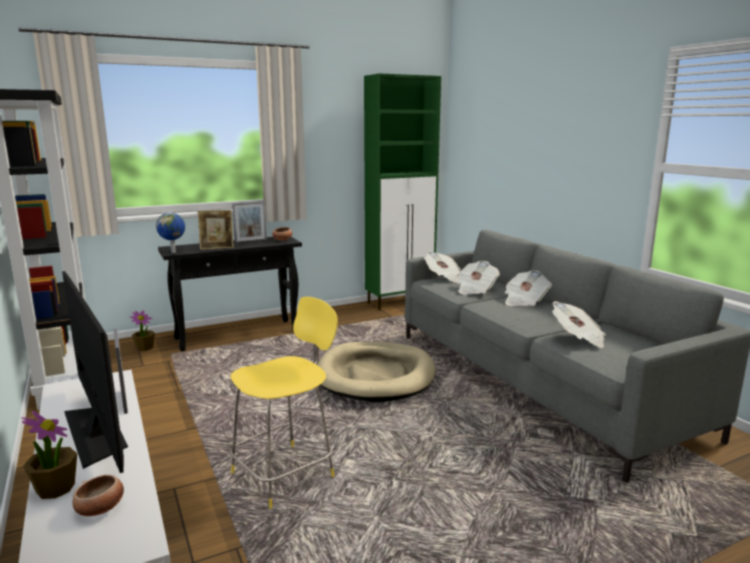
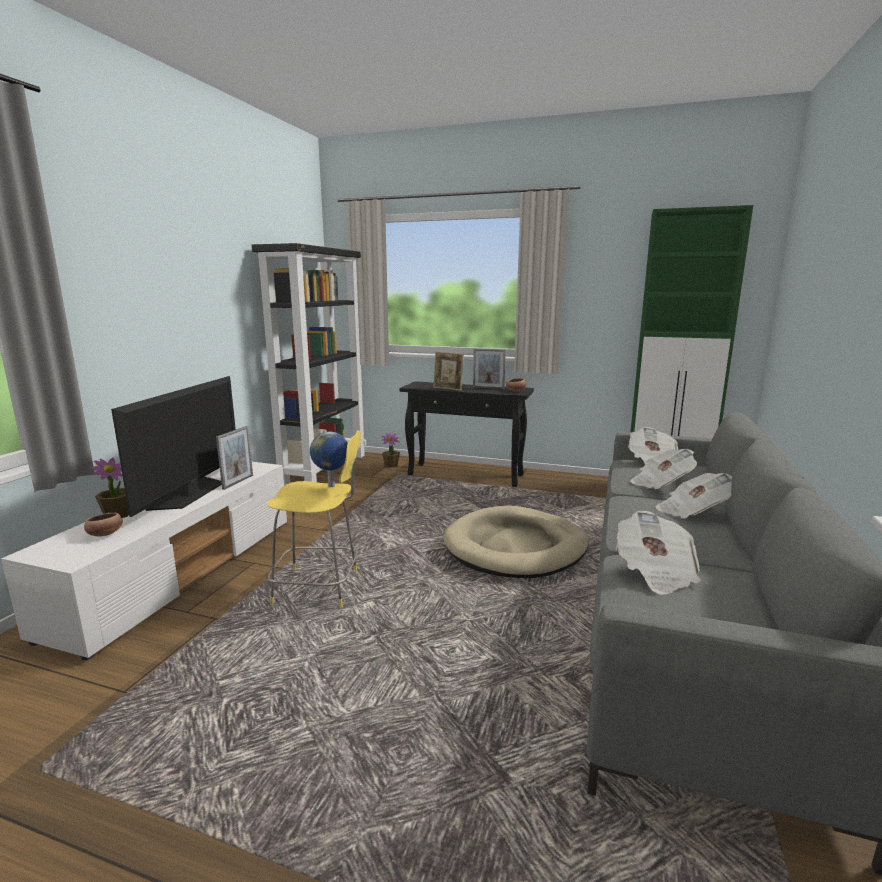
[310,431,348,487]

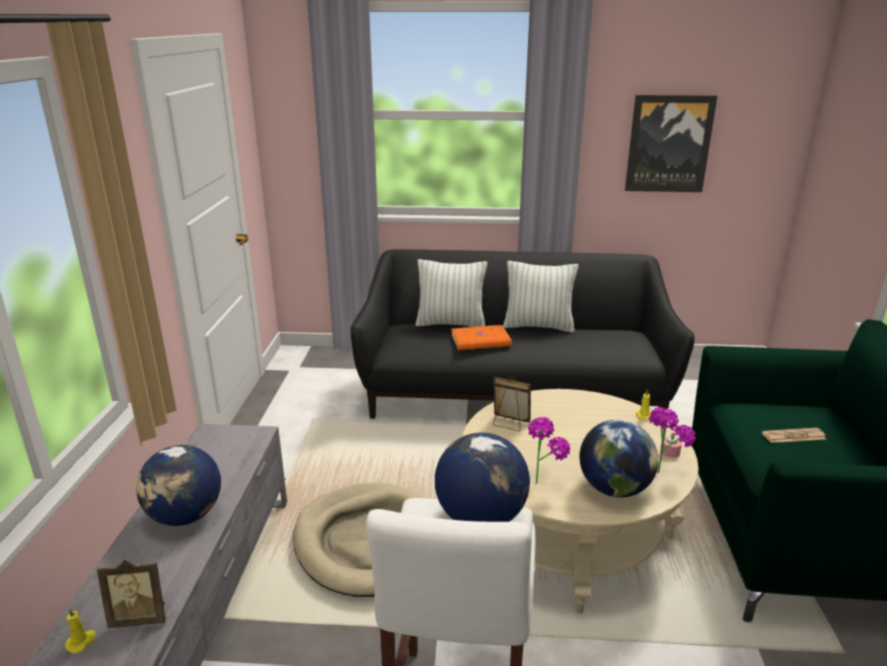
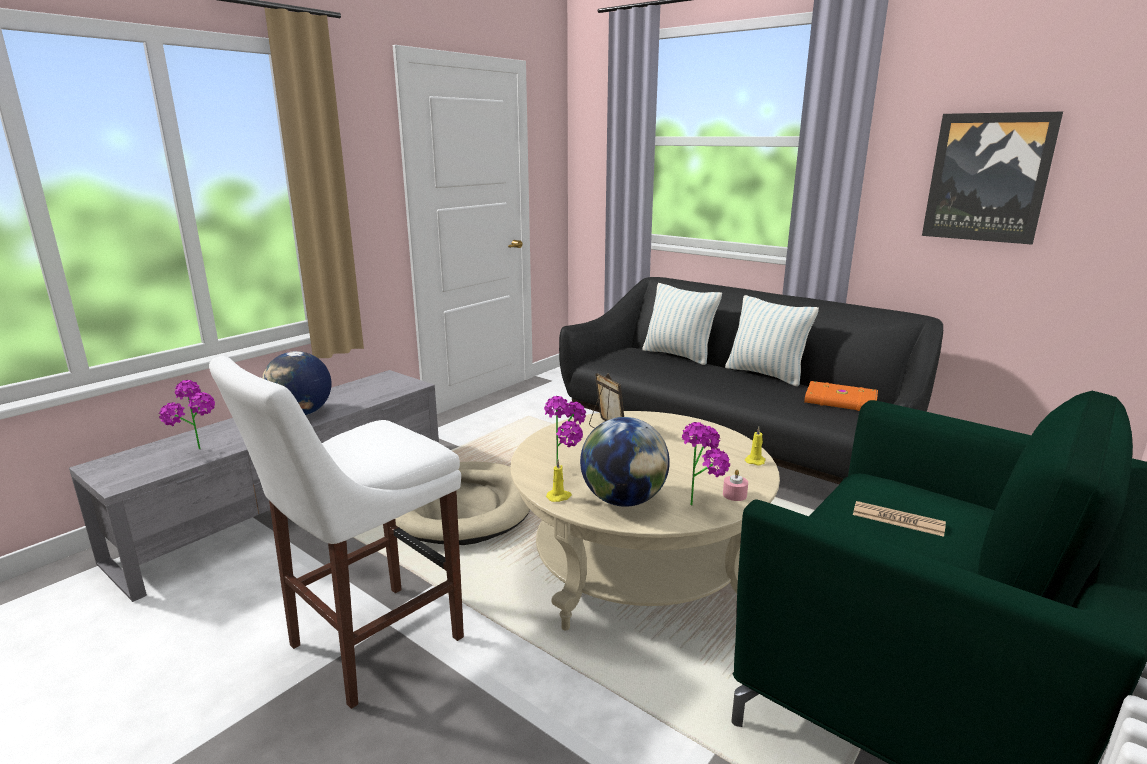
[804,381,878,411]
[435,433,530,522] (first image)
[159,380,215,449]
[546,459,572,502]

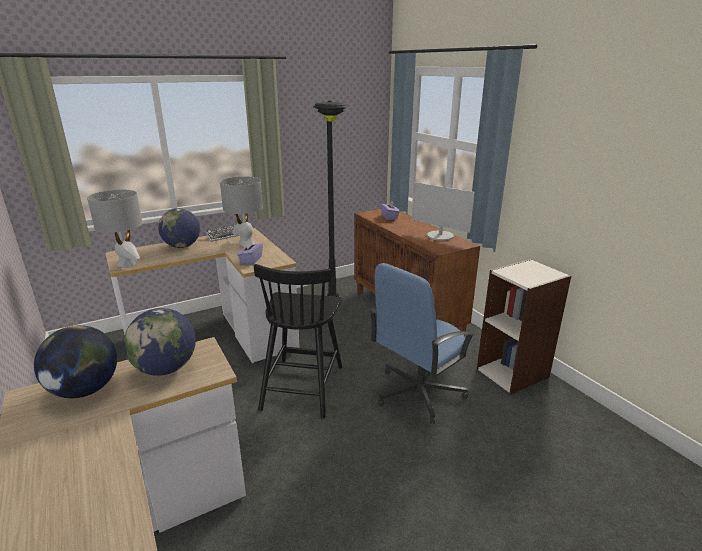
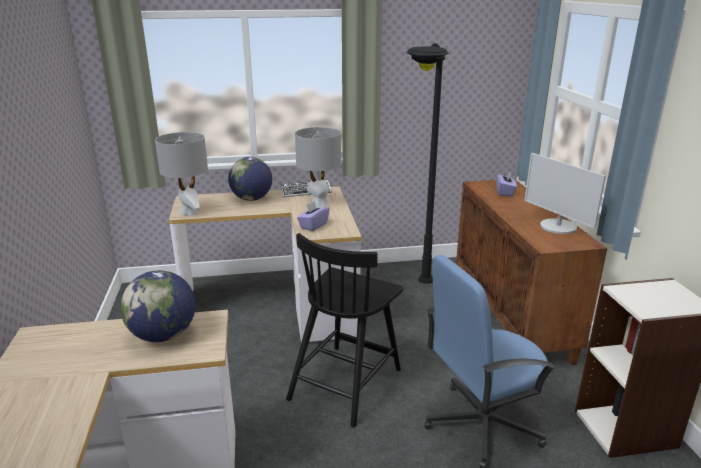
[34,325,117,398] (first image)

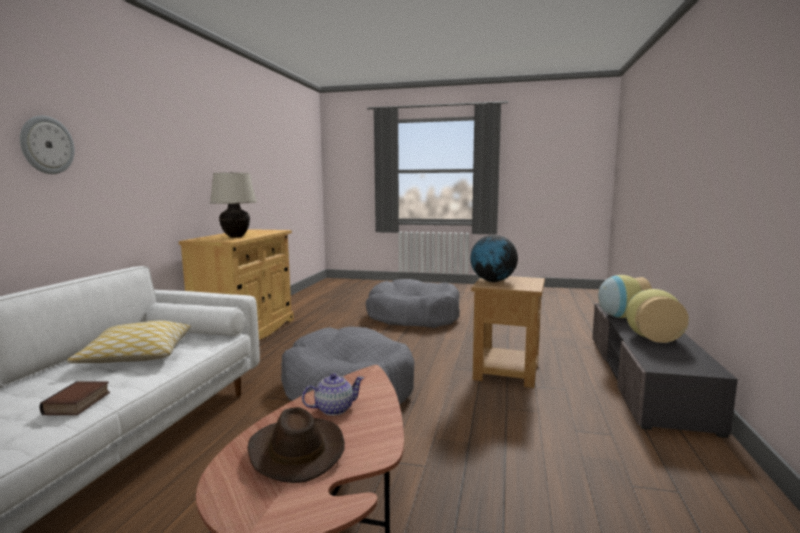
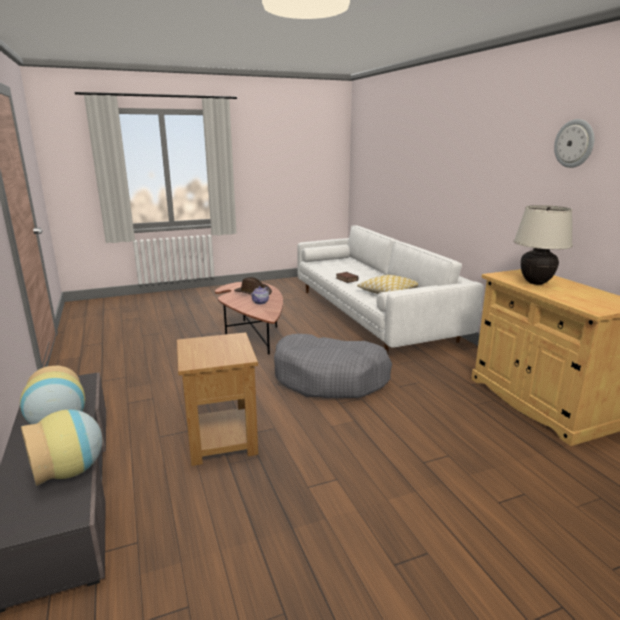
[554,119,594,168]
[470,235,518,282] (first image)
[366,279,460,328] (first image)

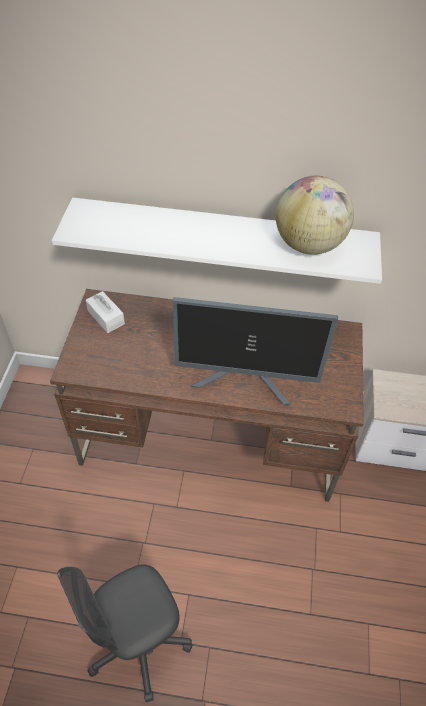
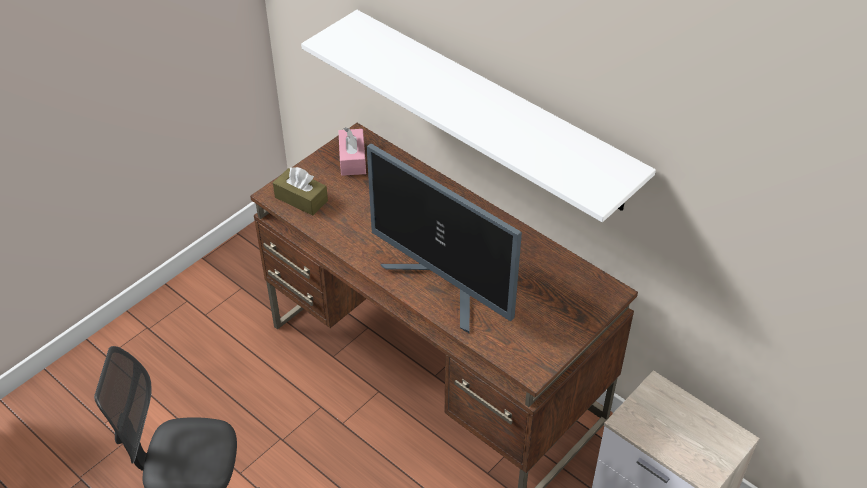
[276,176,354,255] (first image)
[338,127,366,176]
[273,167,328,216]

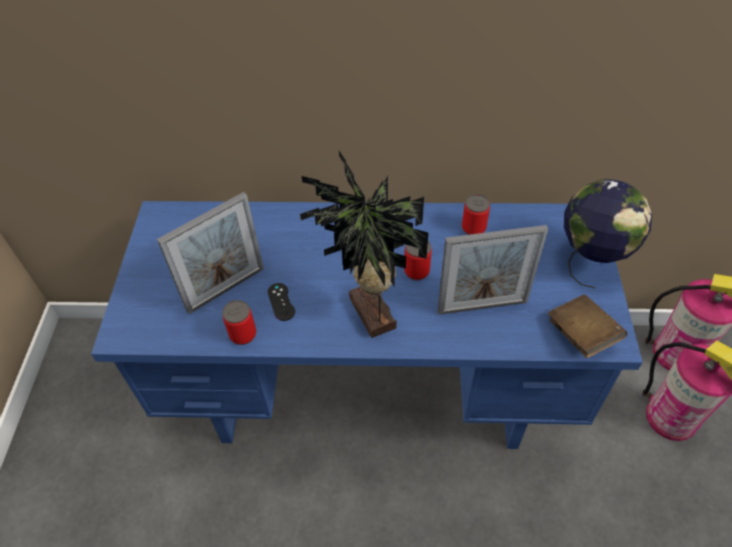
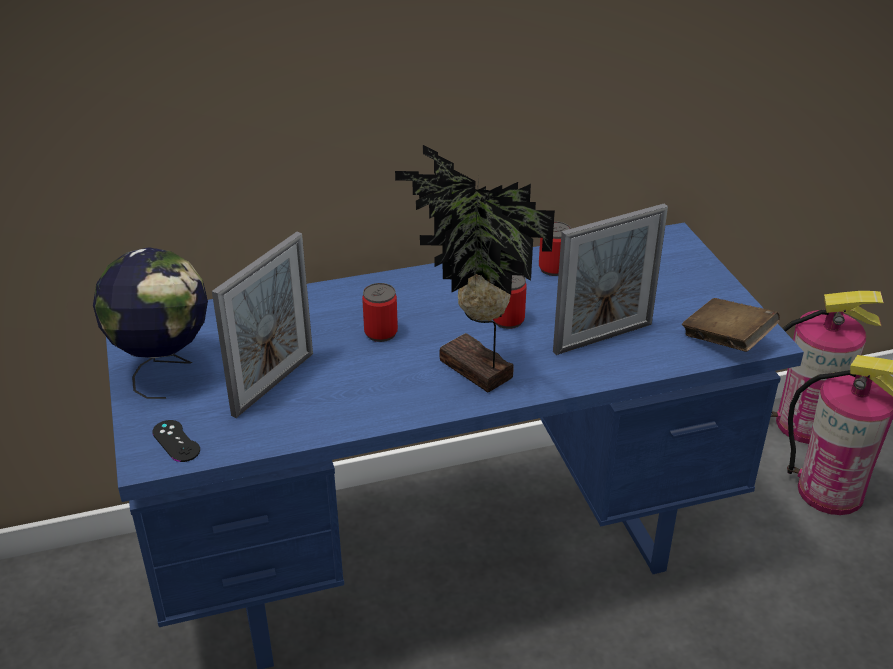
[93,247,208,399]
[152,420,200,462]
[362,283,398,342]

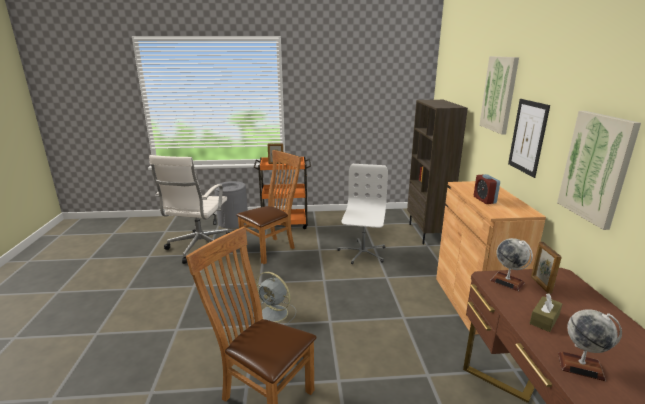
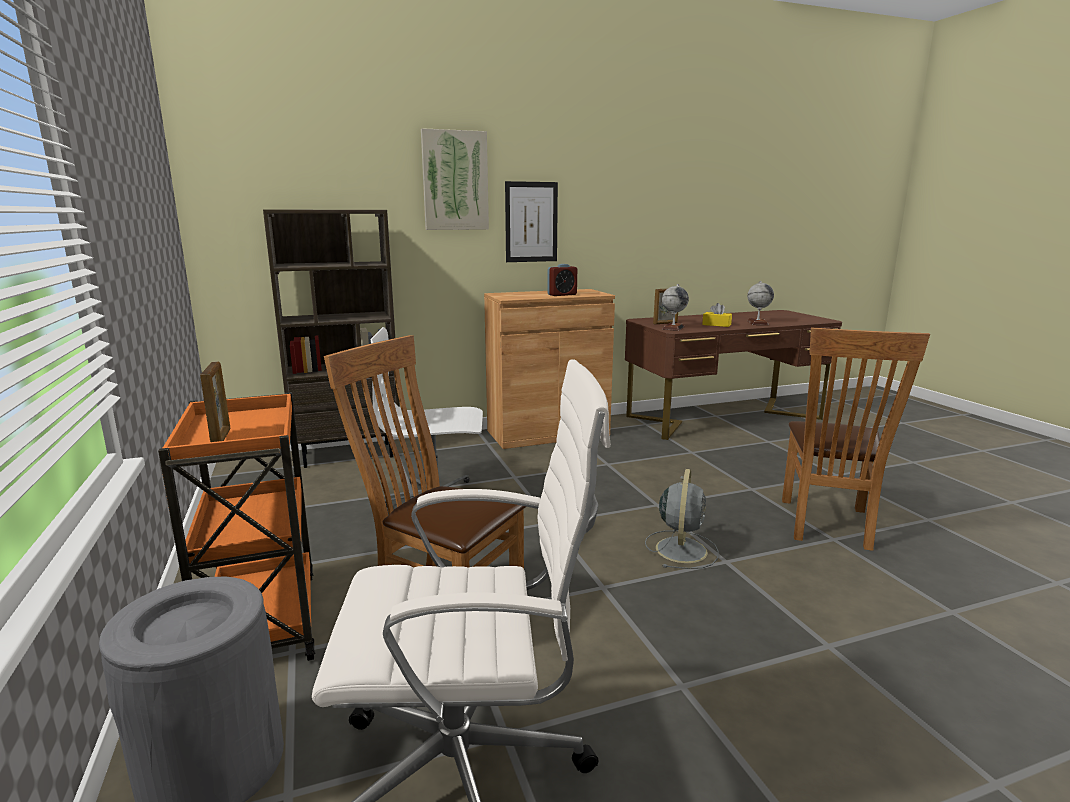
[557,111,641,230] (first image)
[702,303,732,327]

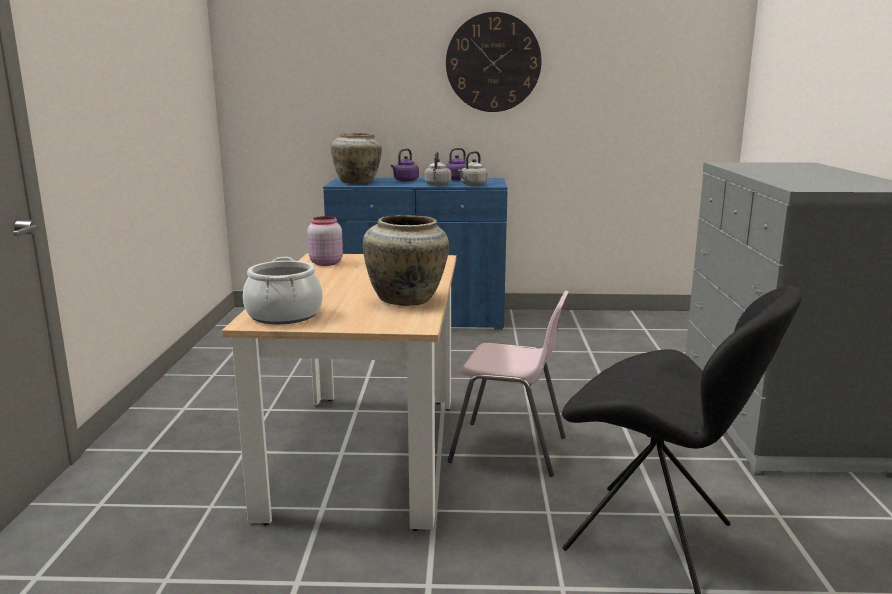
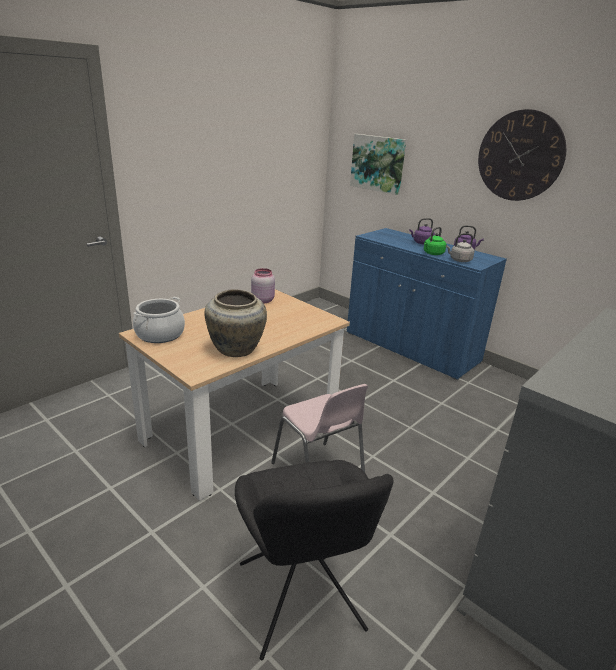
[331,133,382,184] (first image)
[424,227,446,255]
[350,134,406,195]

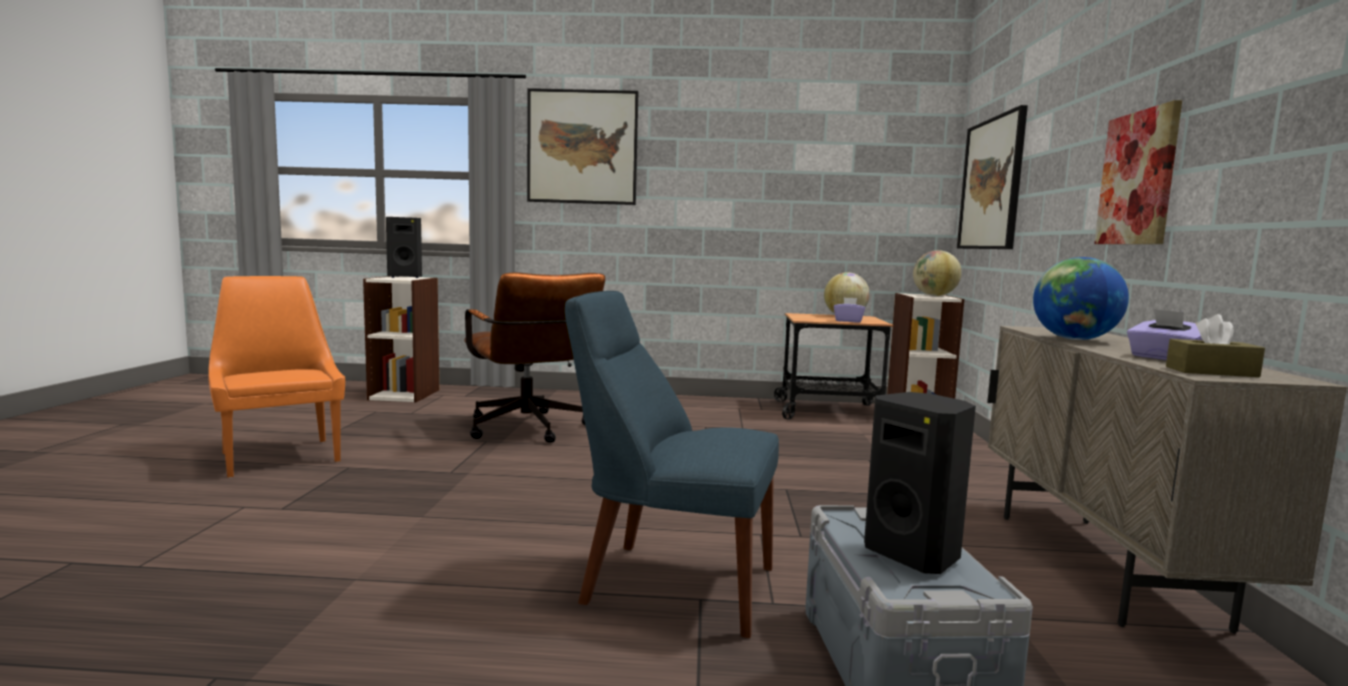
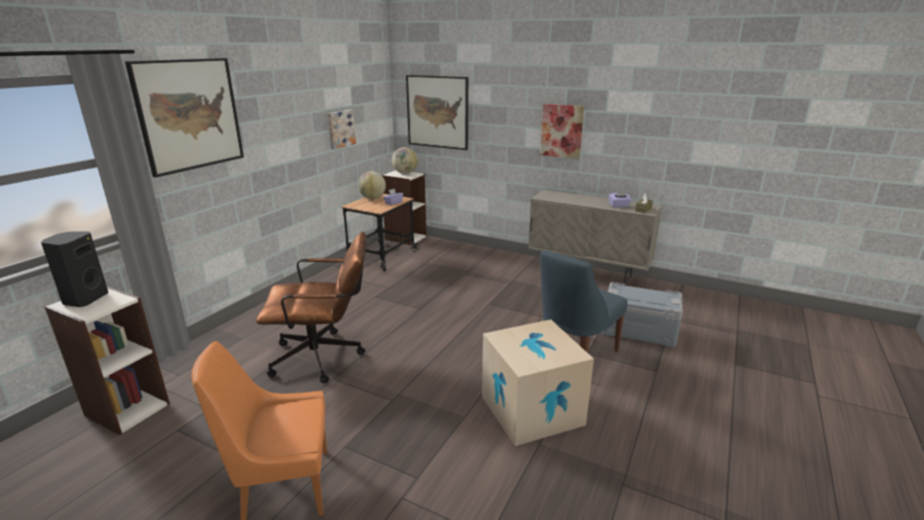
[1033,257,1129,340] (first image)
[864,392,976,574] (first image)
[328,109,356,149]
[482,320,594,446]

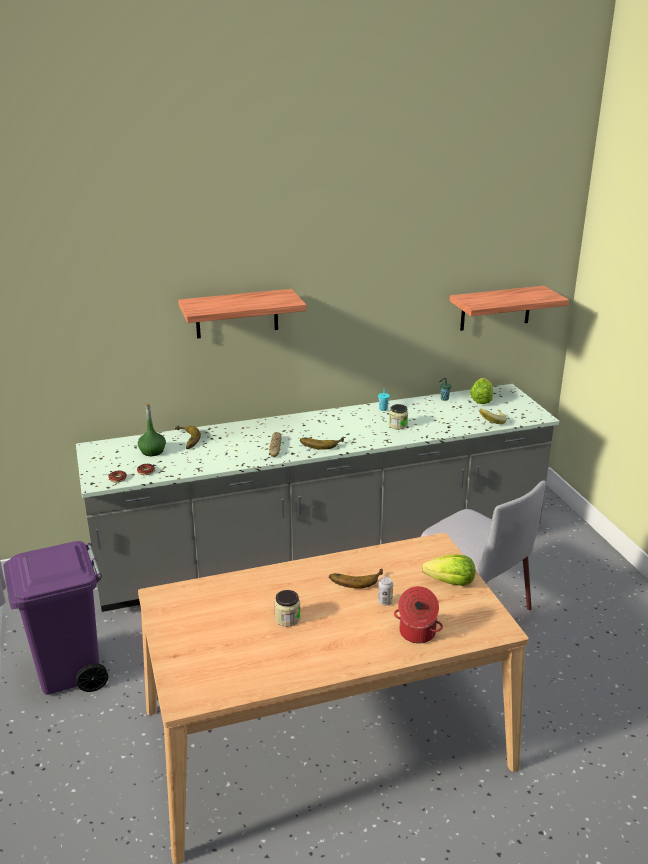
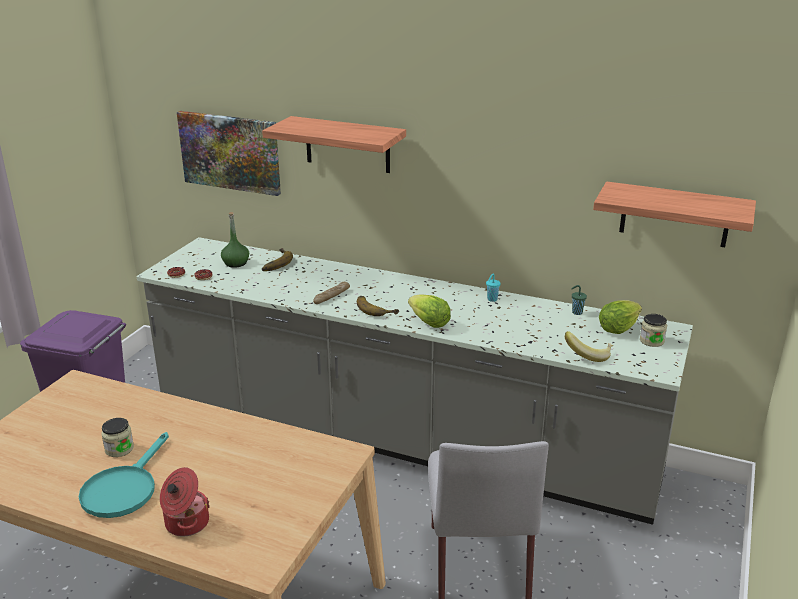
[640,314,667,347]
[408,294,451,328]
[329,569,383,589] (first image)
[378,577,393,606] (first image)
[177,111,281,196]
[79,432,169,518]

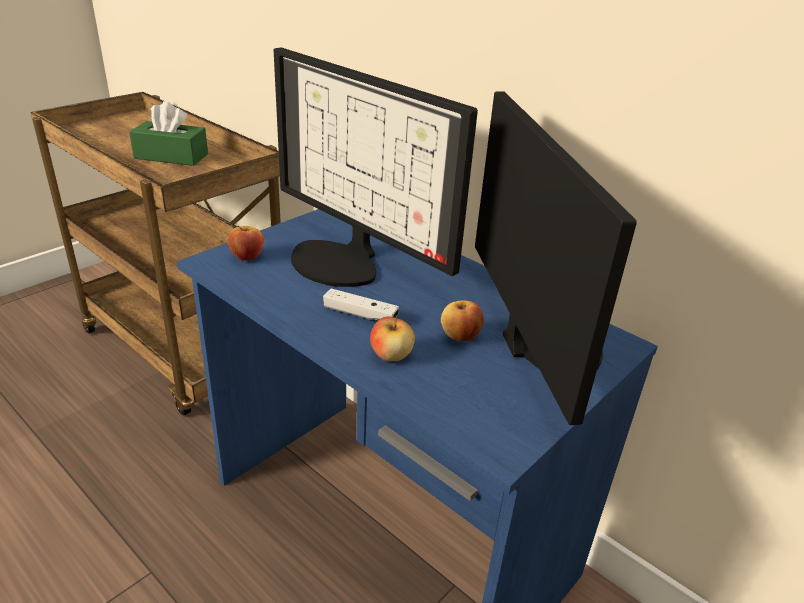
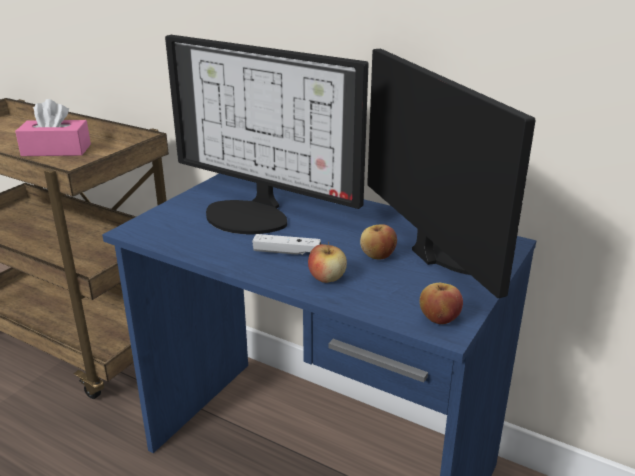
[15,99,91,156]
[420,283,463,324]

